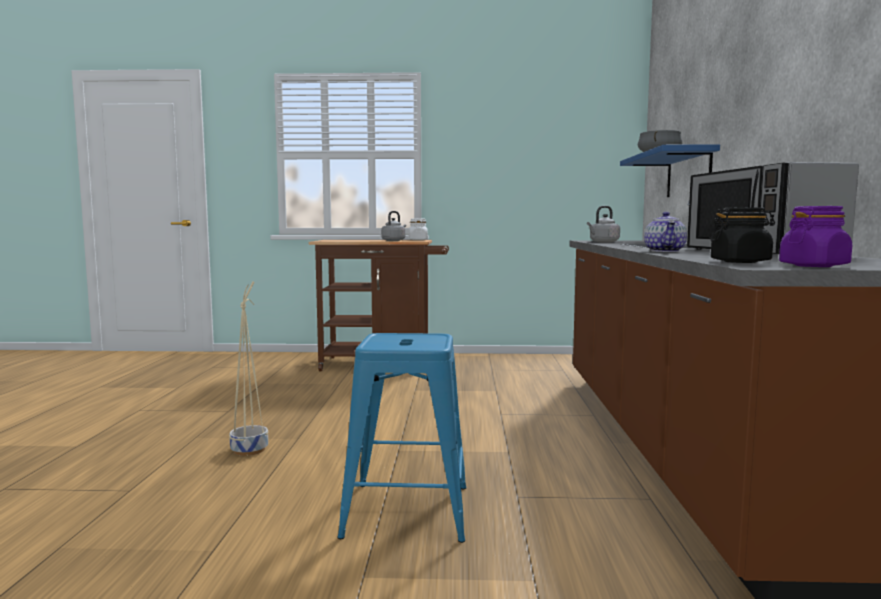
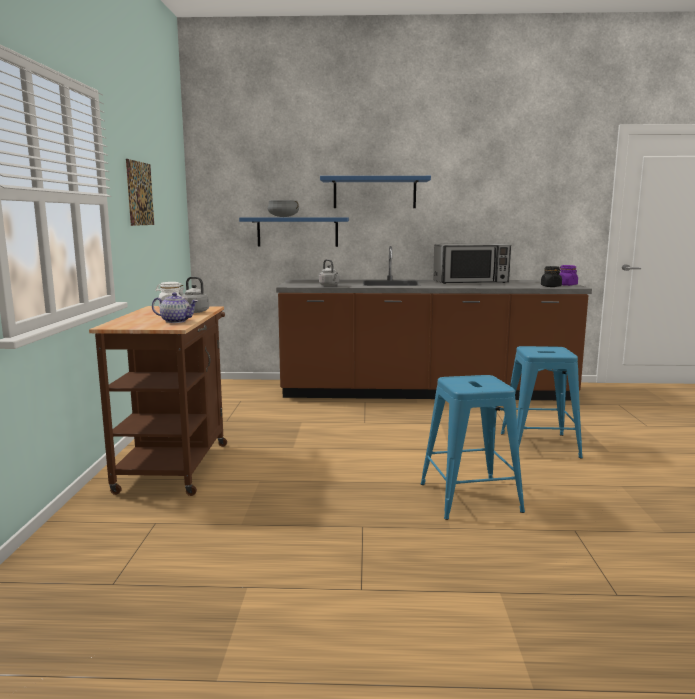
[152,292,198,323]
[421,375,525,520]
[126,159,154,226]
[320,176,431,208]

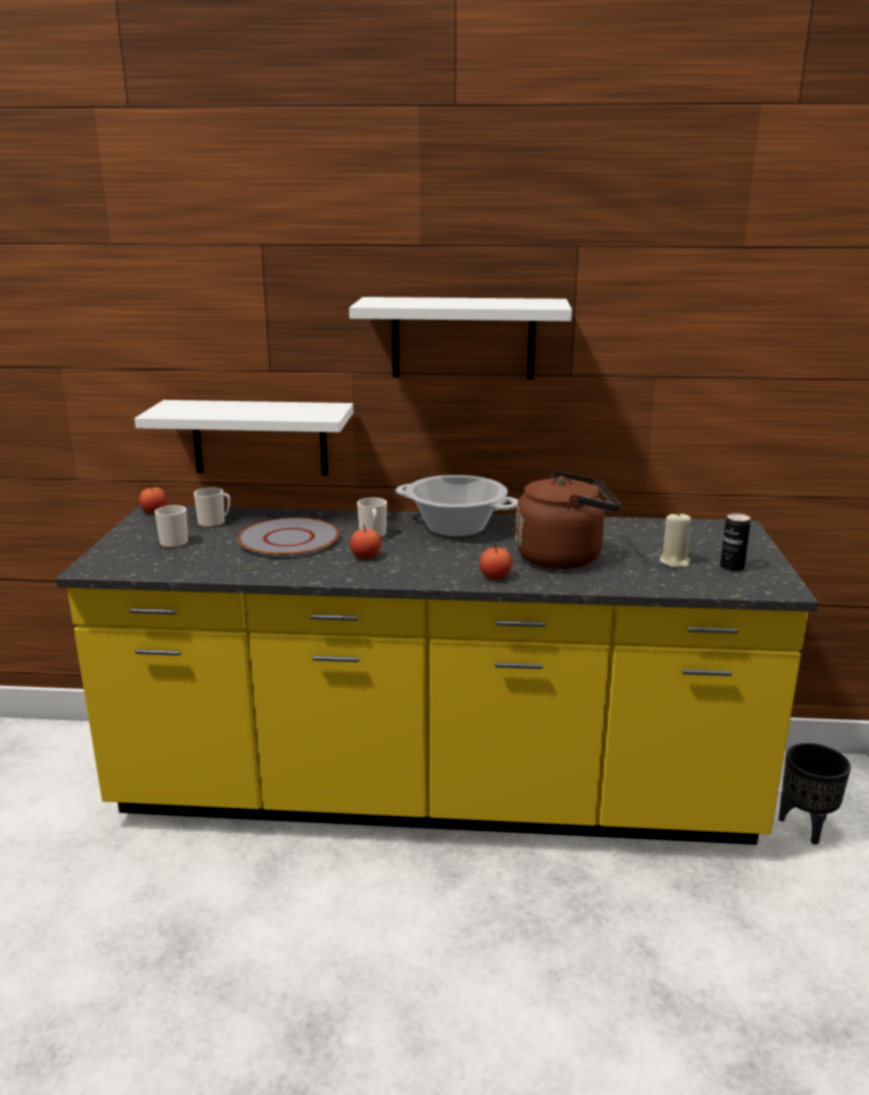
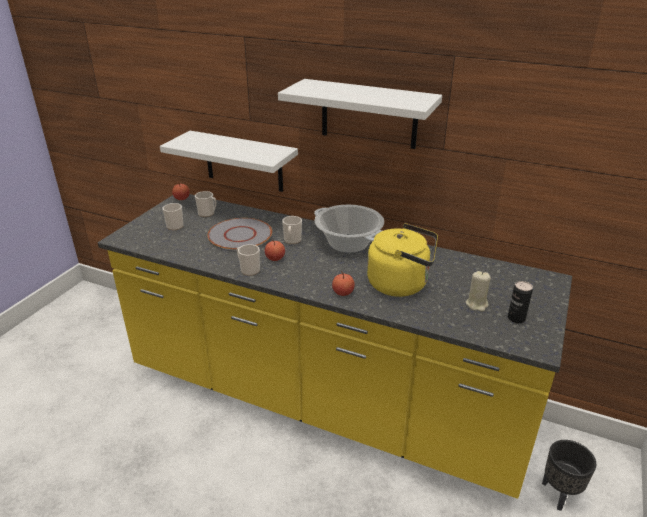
[367,223,438,297]
[237,244,260,276]

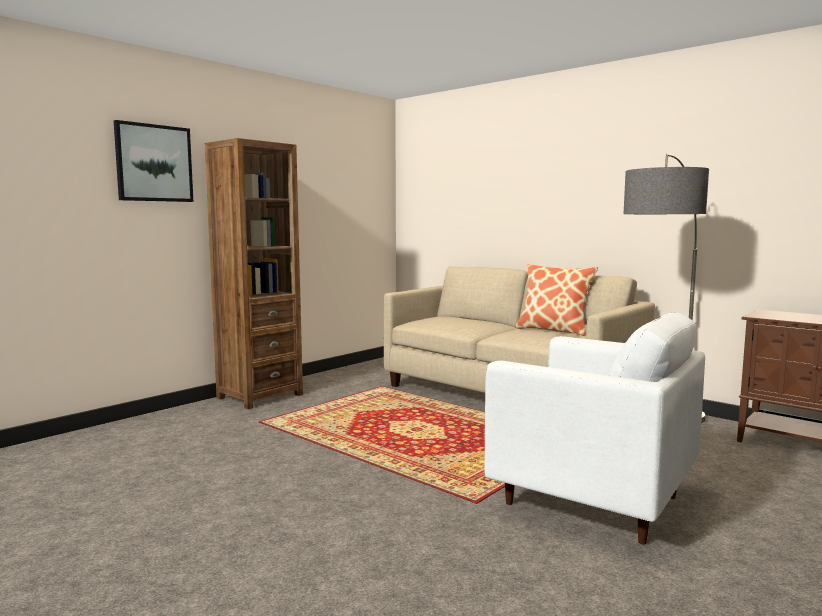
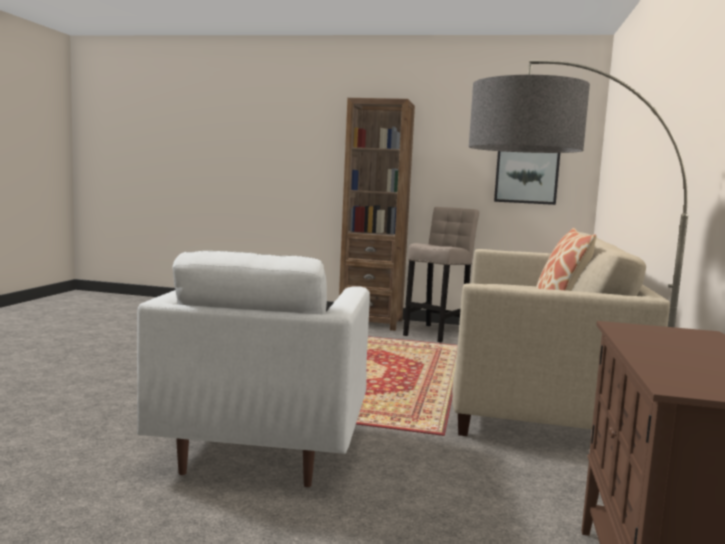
[494,151,560,205]
[403,207,479,343]

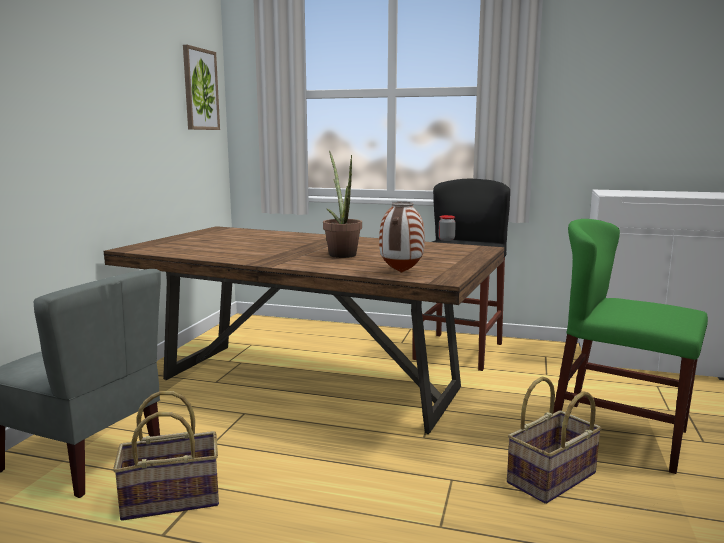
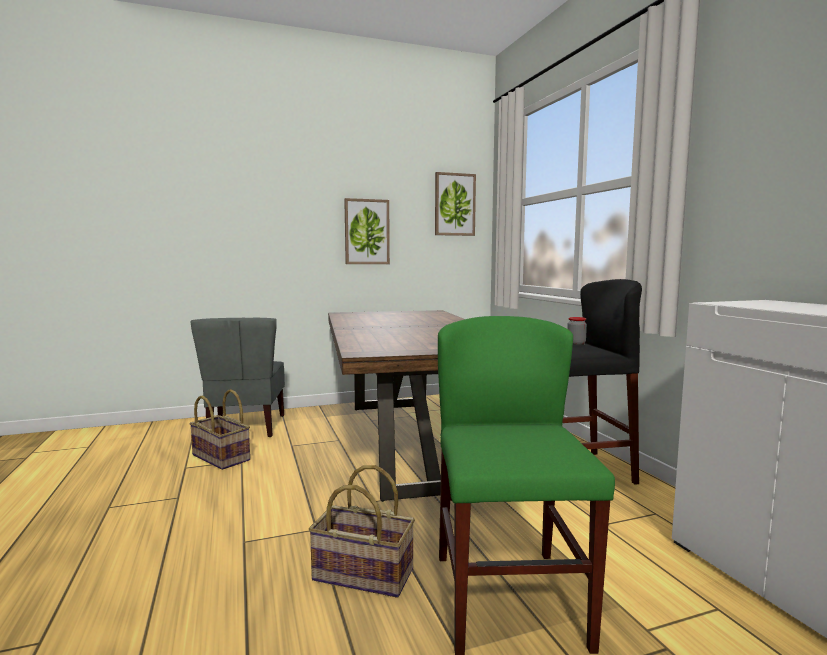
[323,151,362,258] (first image)
[379,202,425,273] (first image)
[344,198,390,264]

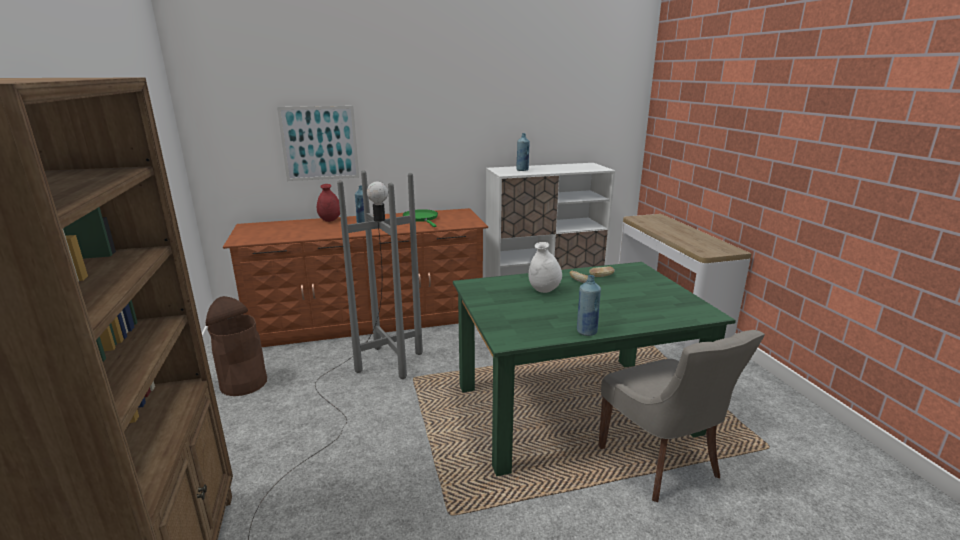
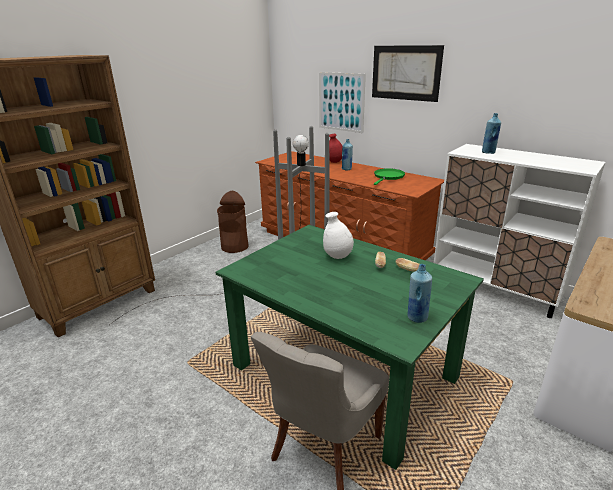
[407,264,432,323]
[372,45,444,102]

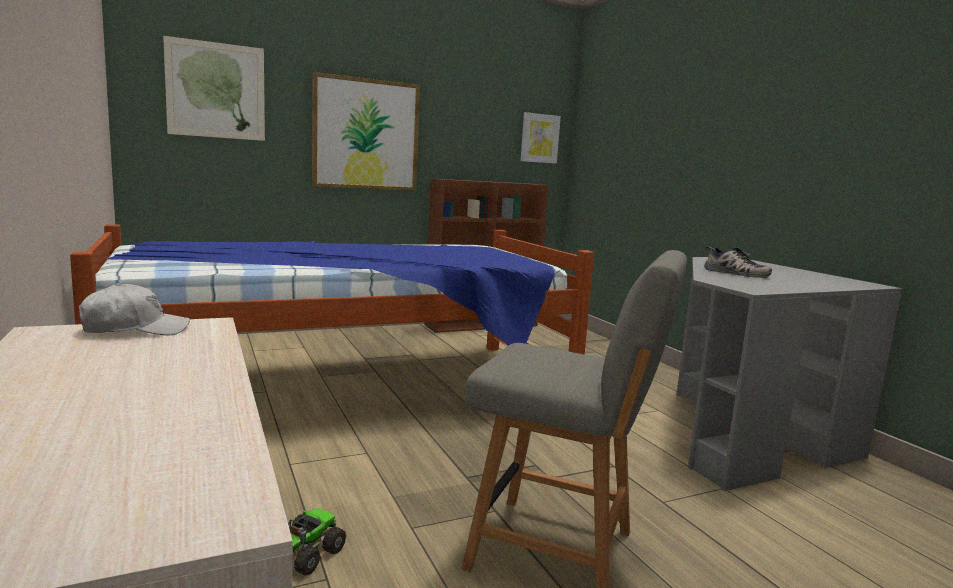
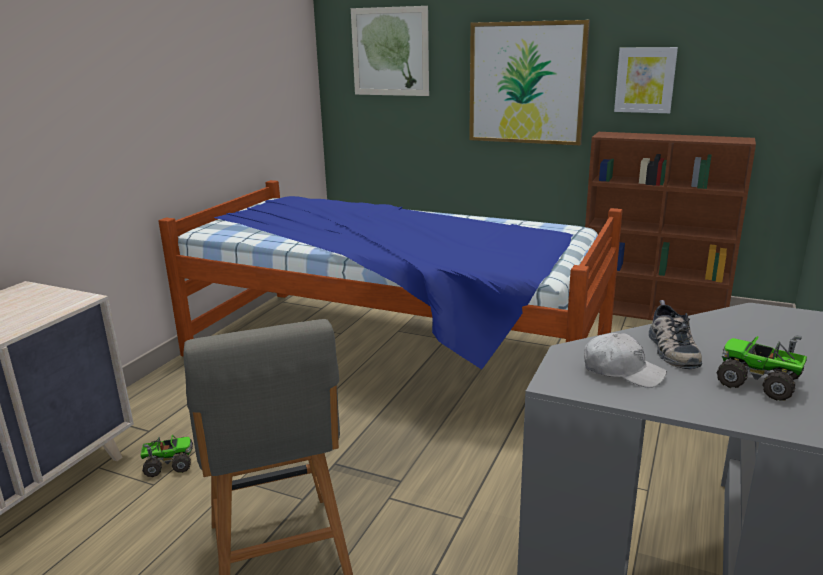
[614,47,678,113]
[584,333,667,388]
[716,335,807,401]

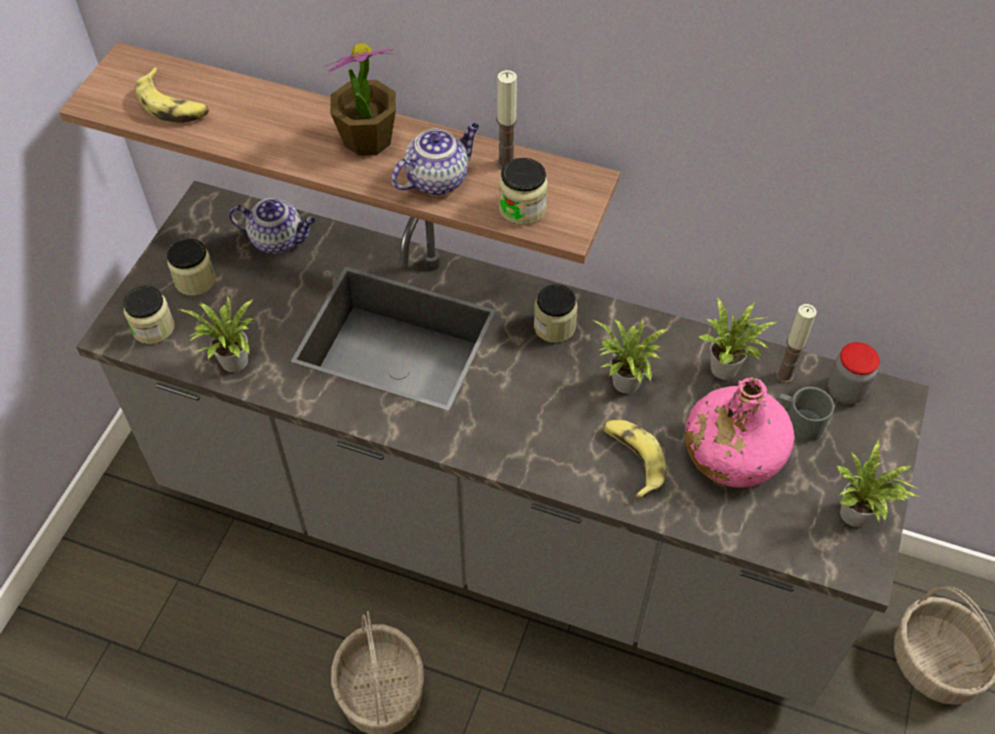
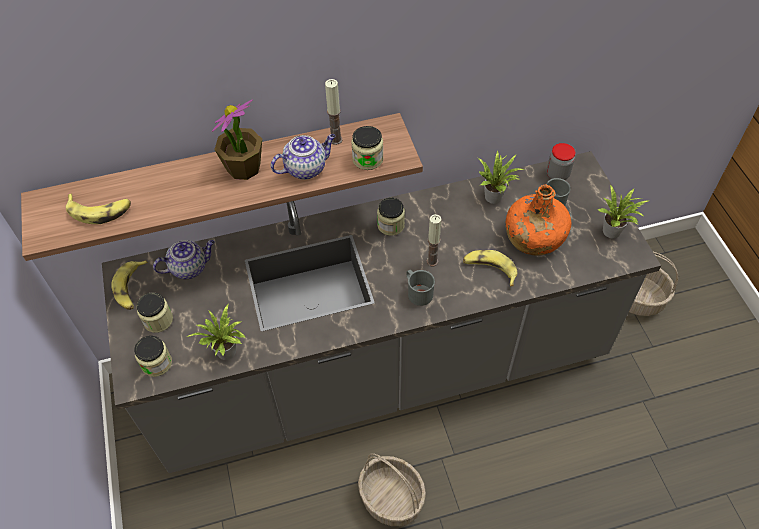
[271,134,335,180]
[427,214,441,267]
[593,318,668,393] (first image)
[505,185,571,256]
[111,260,148,310]
[406,270,435,306]

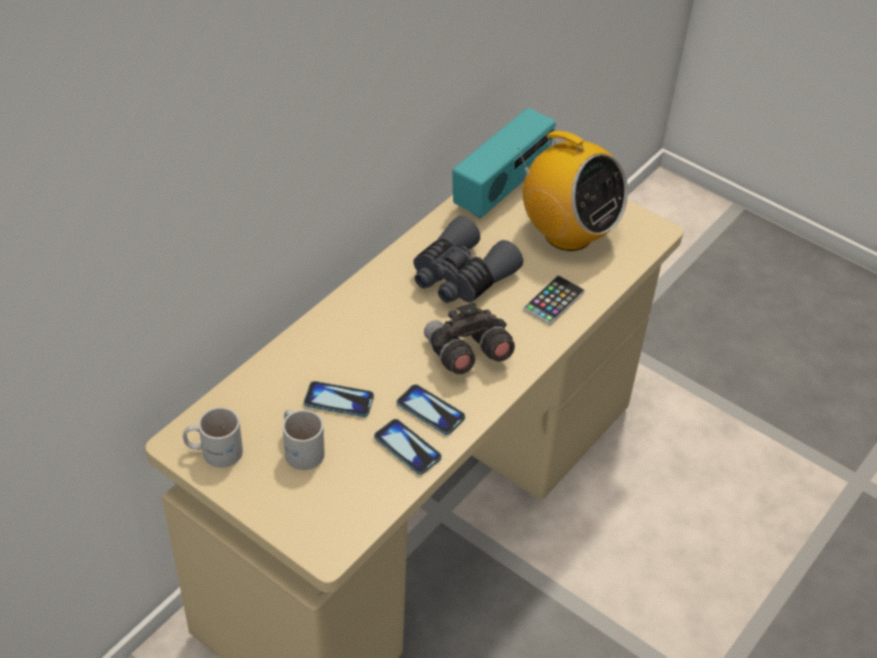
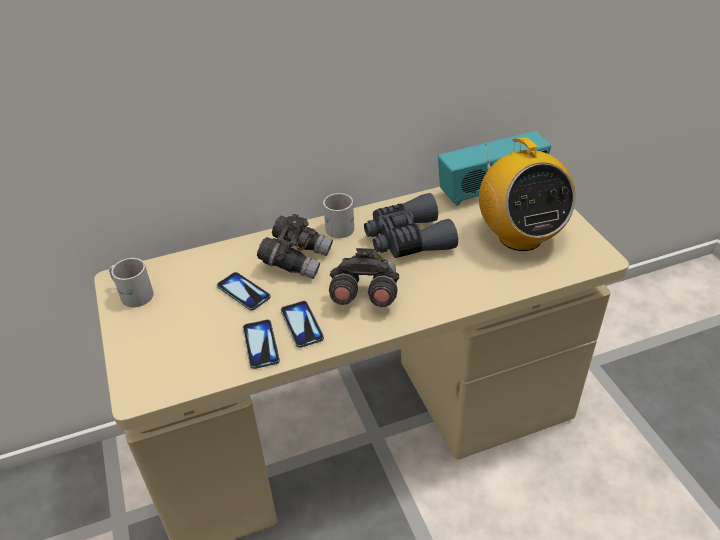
[524,275,585,325] (first image)
[323,193,354,238]
[257,214,333,279]

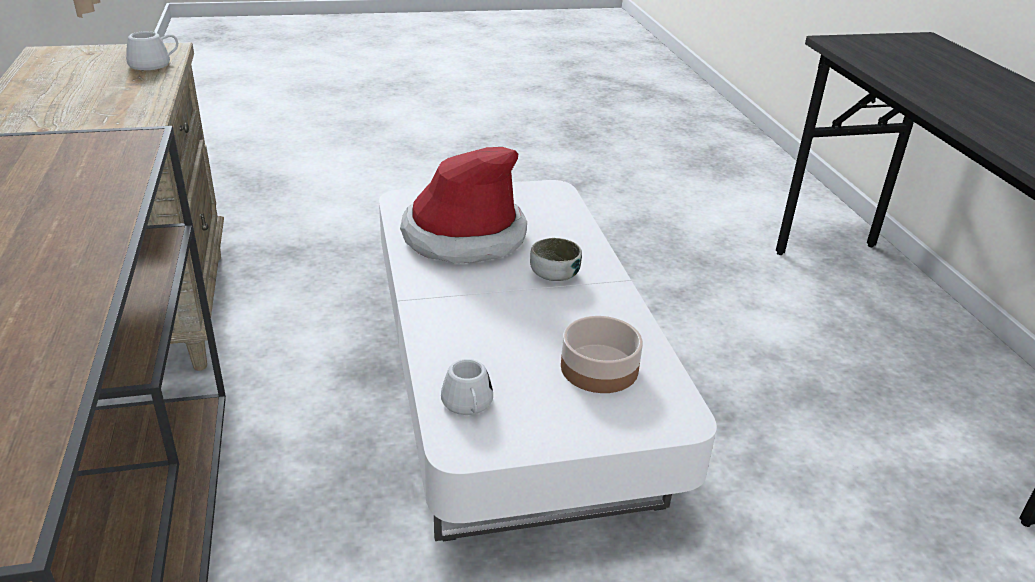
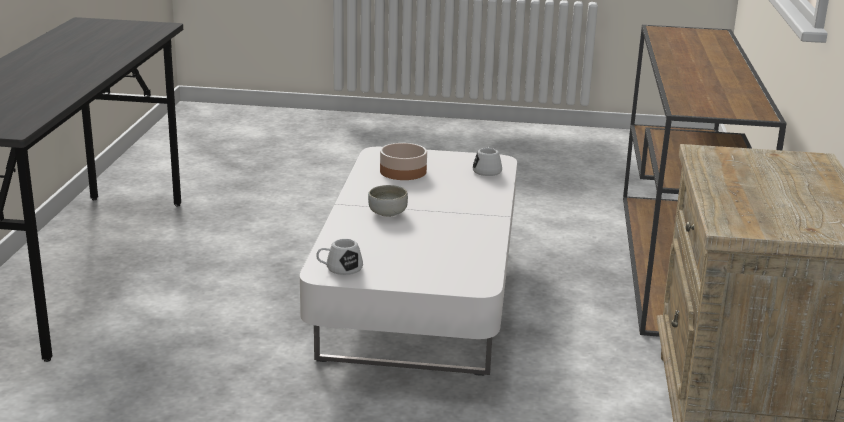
[316,239,363,275]
[400,147,527,264] (first image)

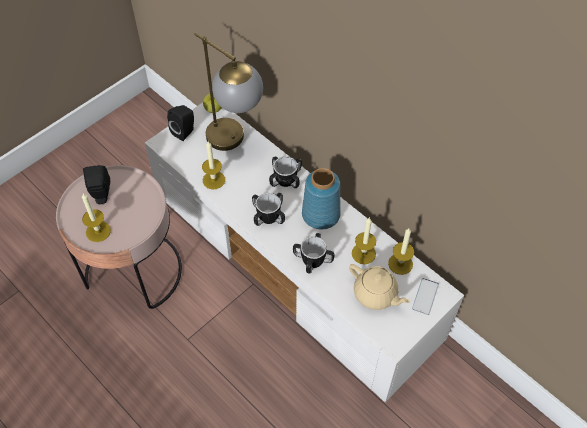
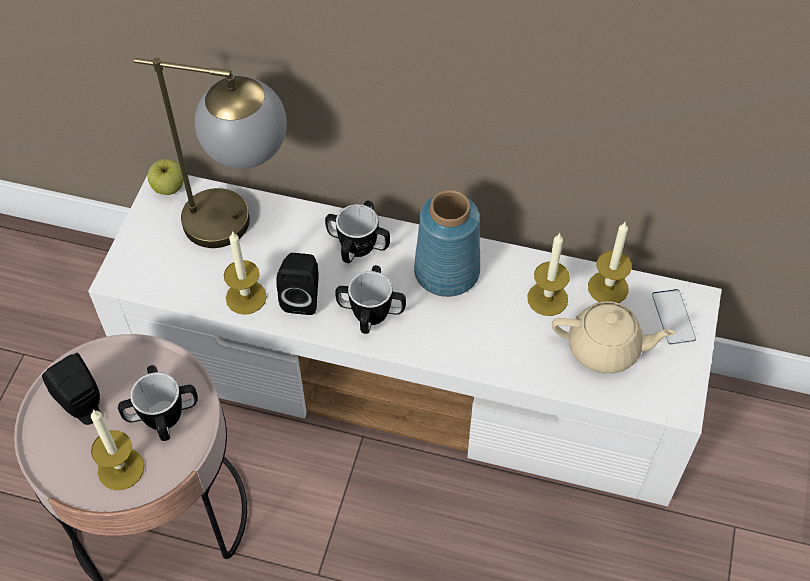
[276,253,319,315]
[118,365,198,441]

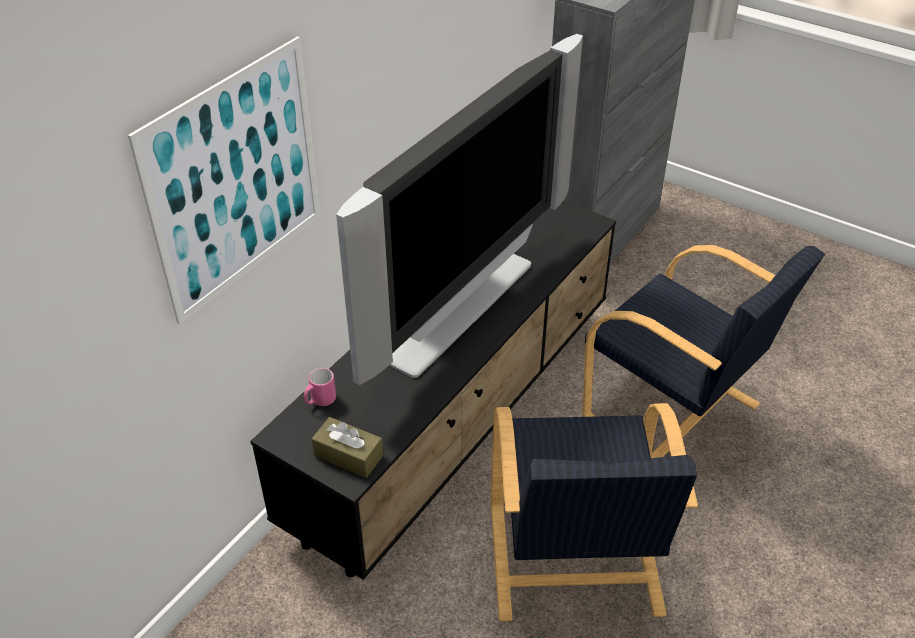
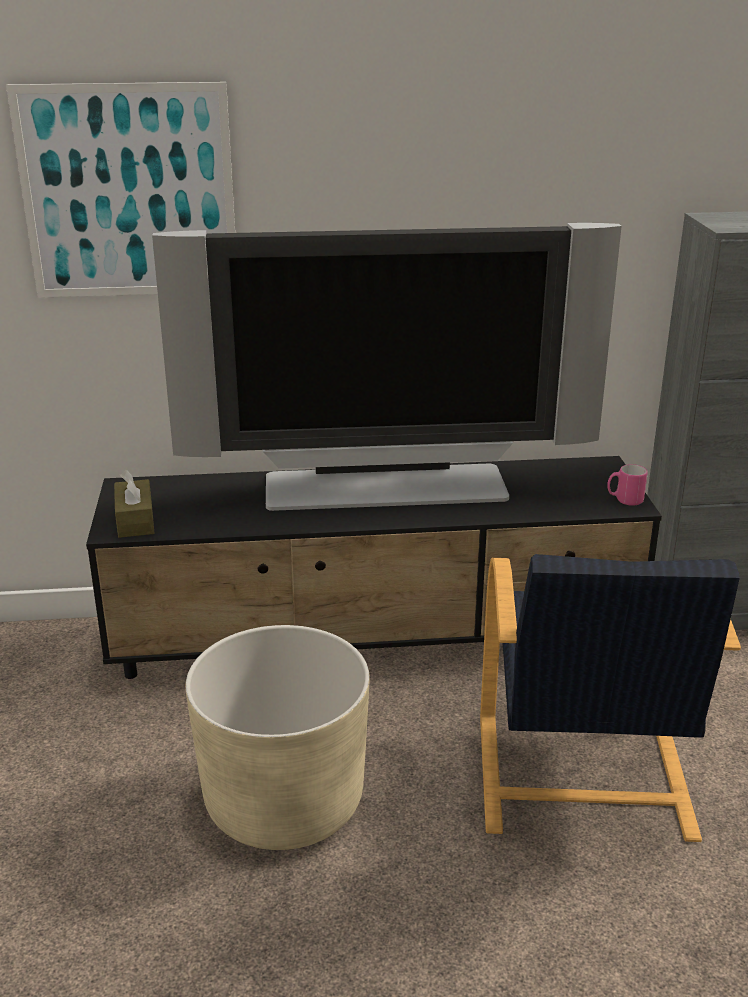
[607,464,648,506]
[185,625,370,850]

